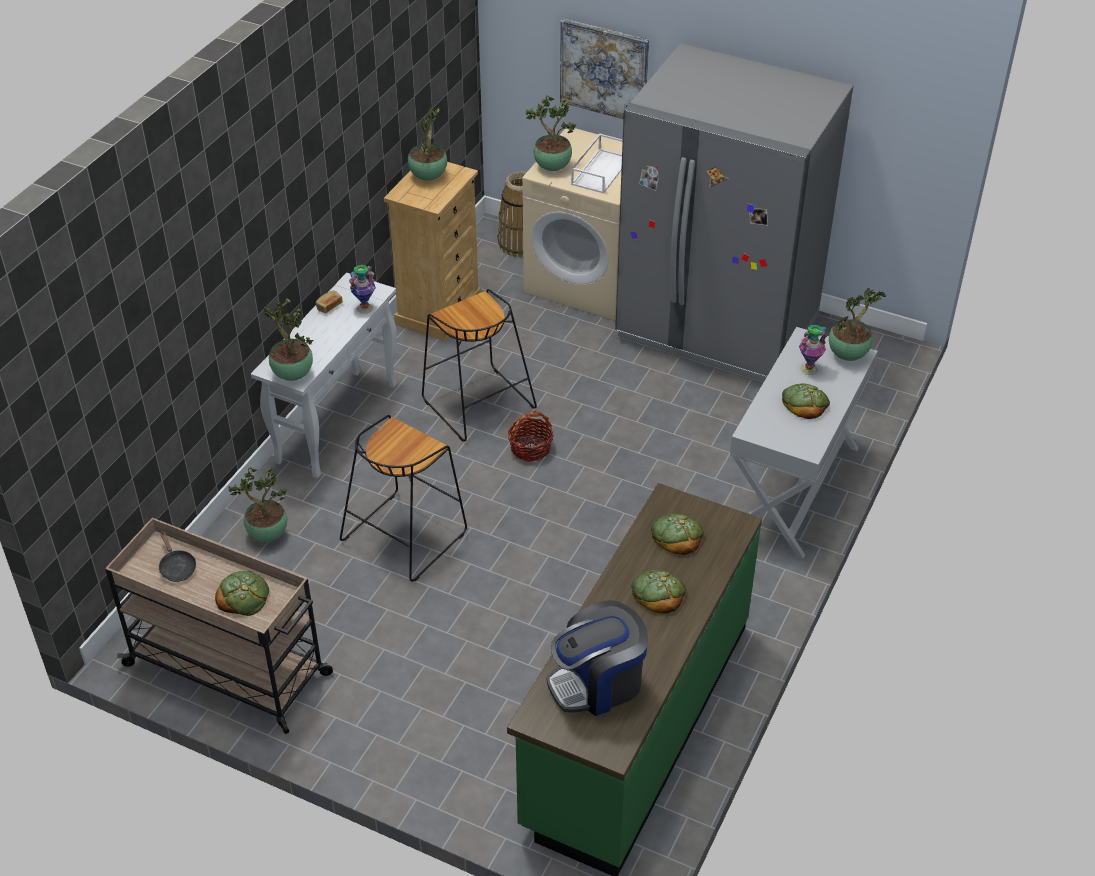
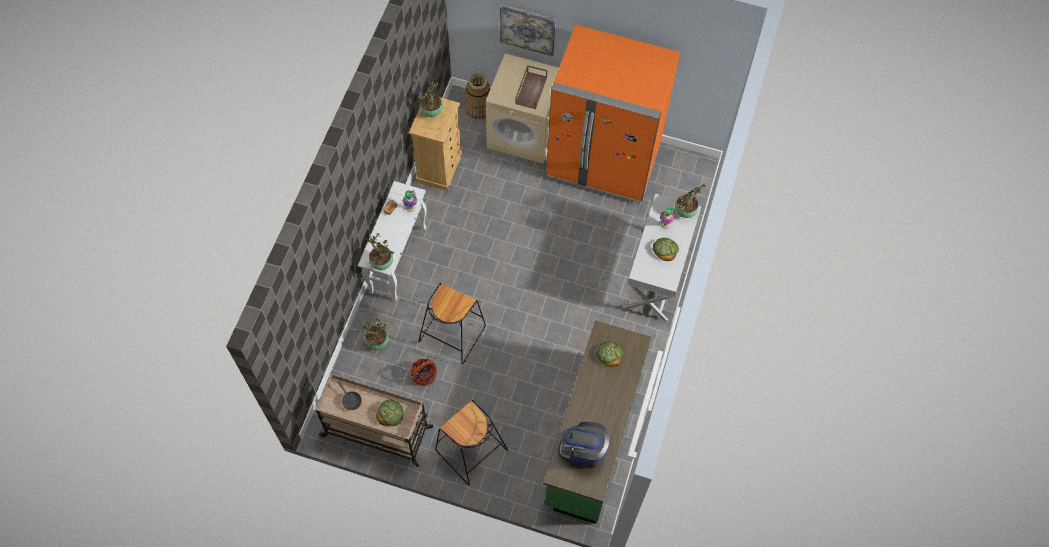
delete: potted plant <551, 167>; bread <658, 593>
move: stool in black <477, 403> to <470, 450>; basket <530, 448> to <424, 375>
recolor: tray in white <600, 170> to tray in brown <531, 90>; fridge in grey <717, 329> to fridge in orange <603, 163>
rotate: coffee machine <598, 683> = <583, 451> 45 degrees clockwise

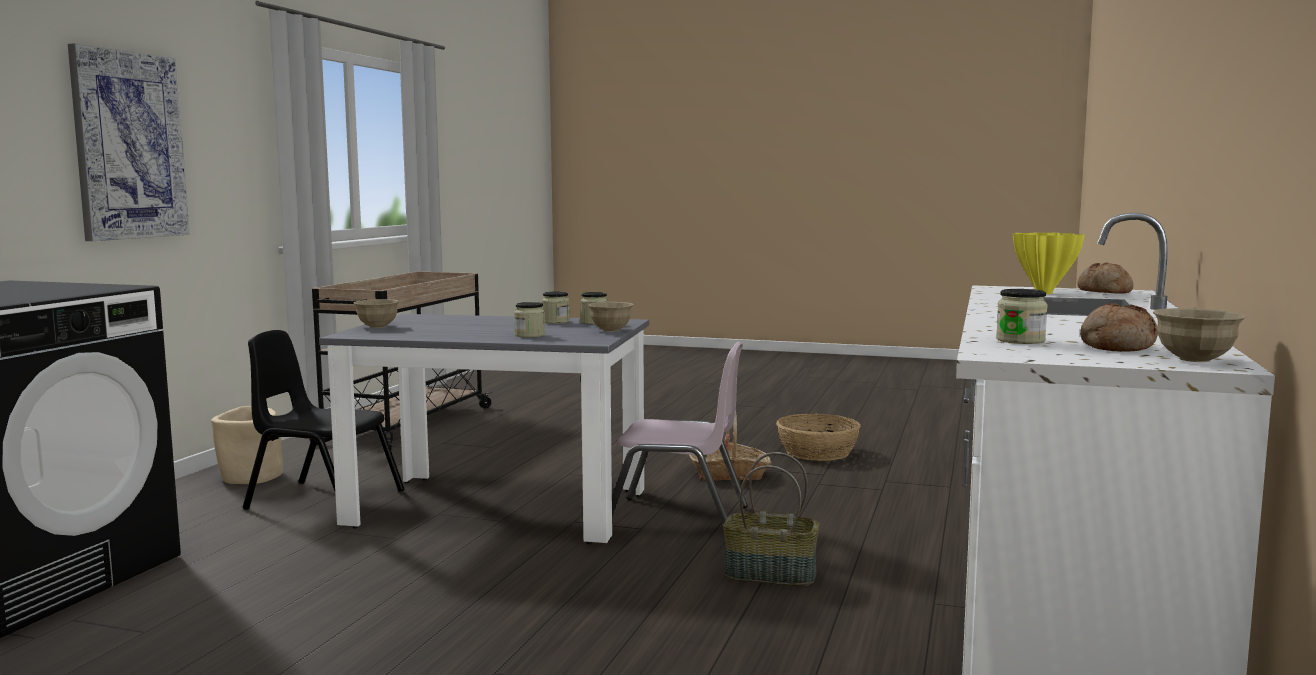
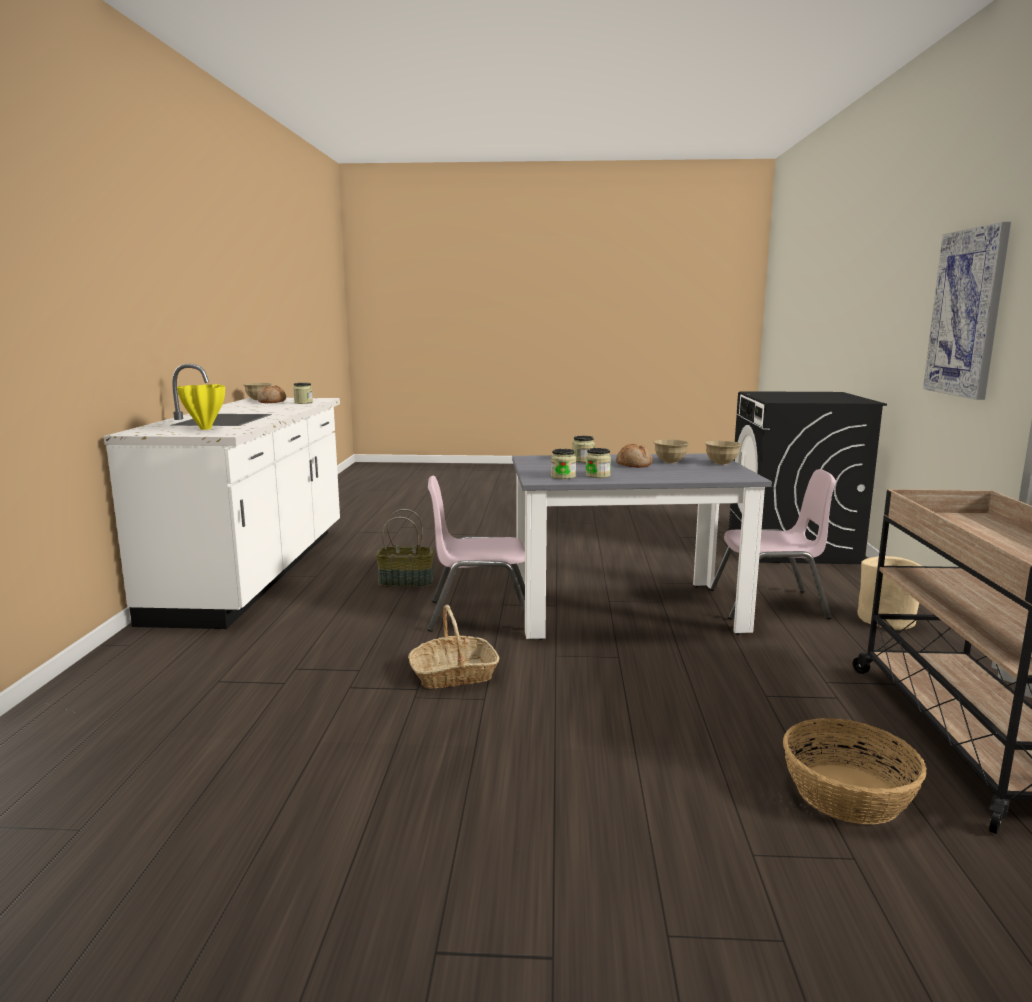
move: bowl in beige <611, 330> to <670, 462>; basket <817, 452> to <848, 794>; bread <1104, 291> to <634, 464>
recolor: chair in black <324, 500> to chair in pink <768, 604>

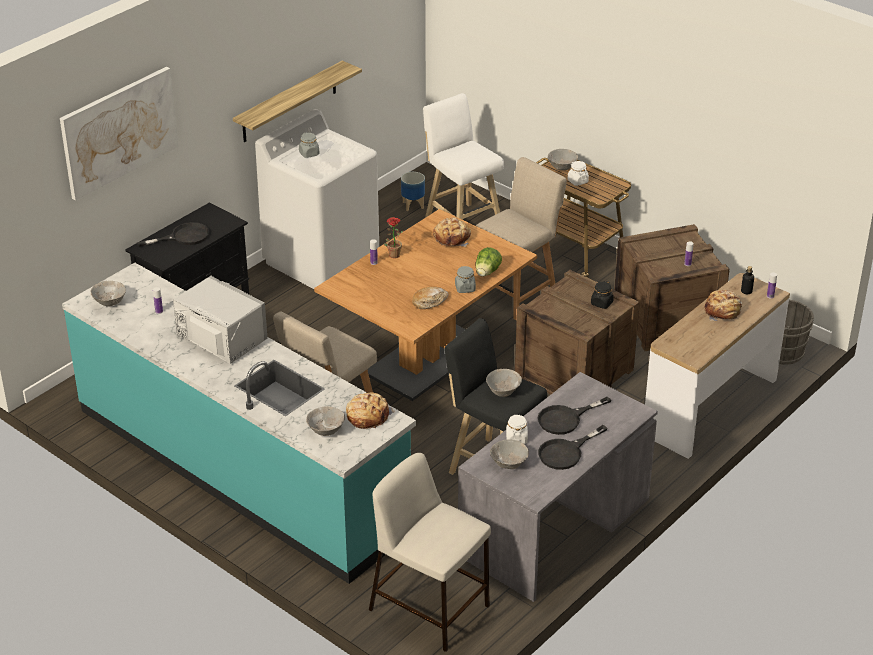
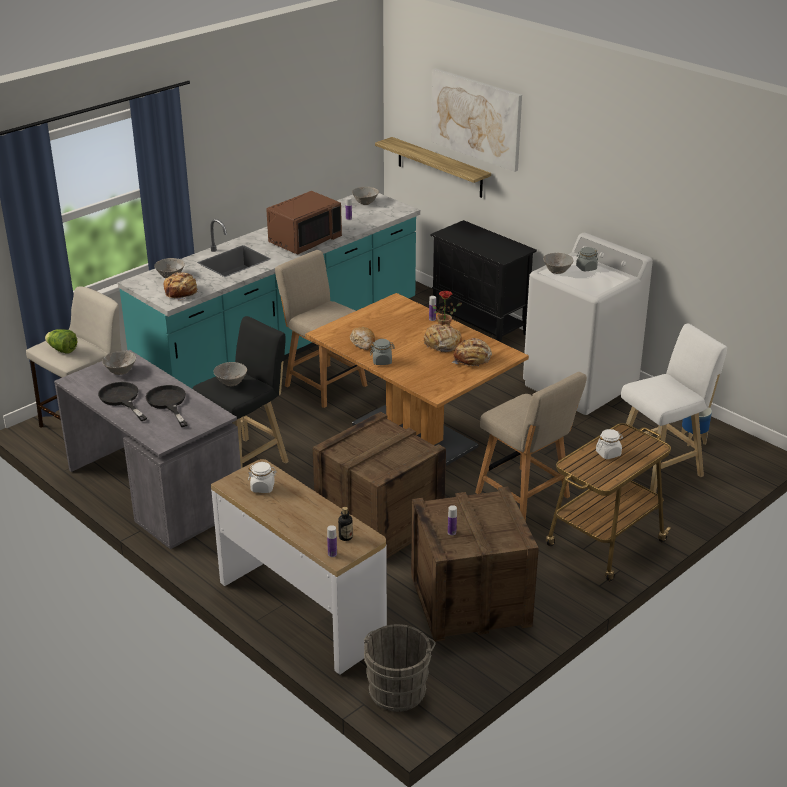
delete: frying pan in black <183, 237>; jar in black <601, 303>
move: shelf <289, 102> to <439, 167>; lettuce <487, 272> to <62, 350>; jar in white <516, 438> to <263, 487>; bowl in grey <562, 167> to <557, 271>; bread <723, 311> to <441, 344>
recolor: microwave in grey <220, 339> to microwave in brown <304, 240>

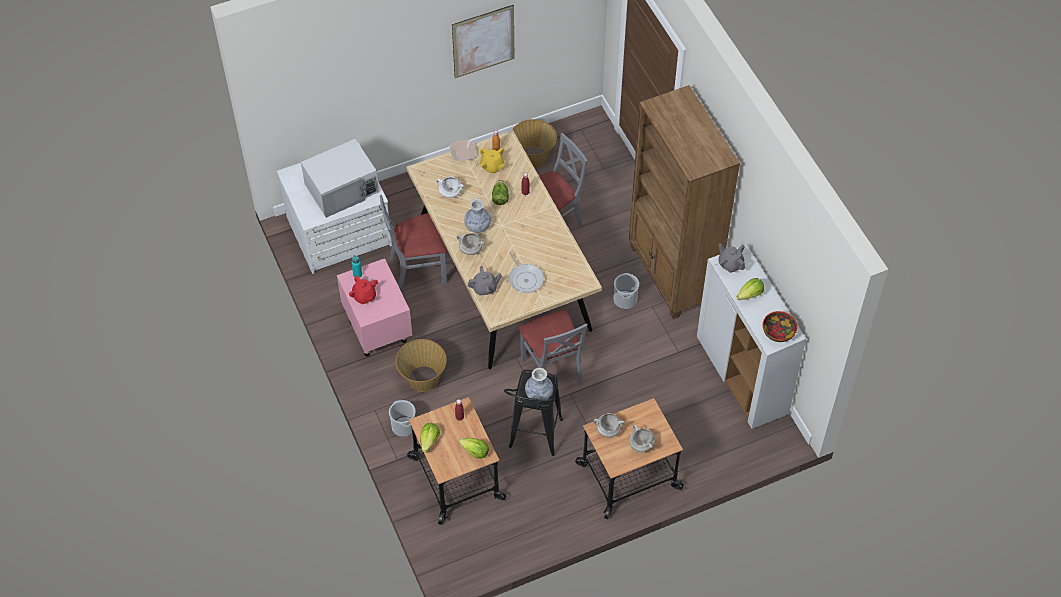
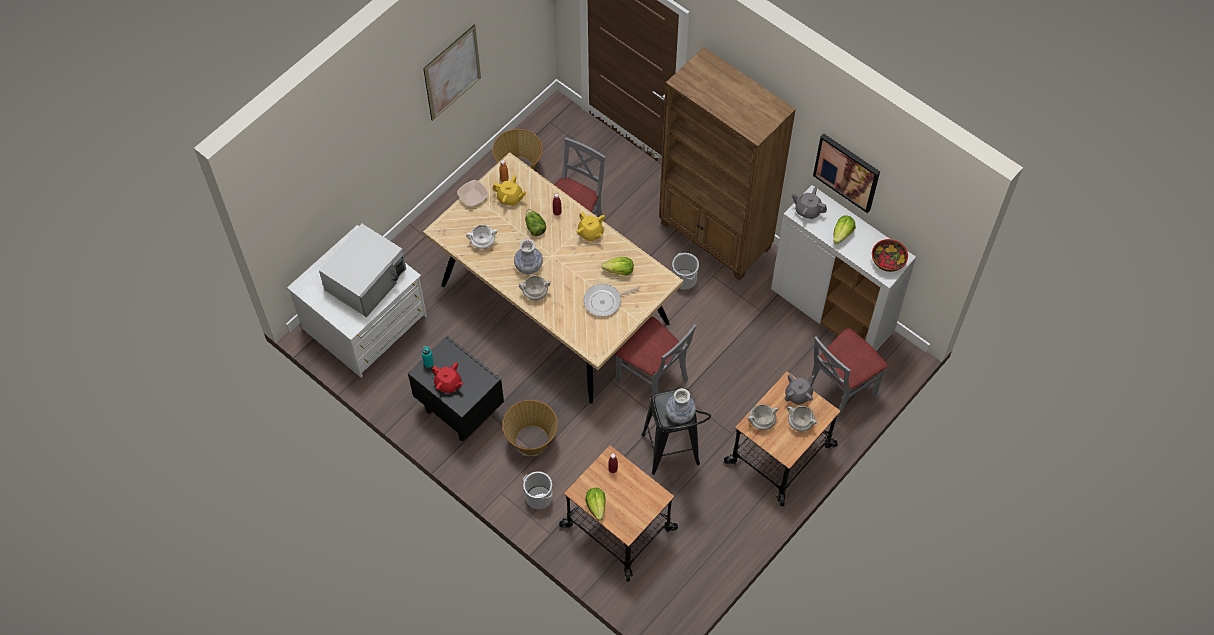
insert: teapot in yellow <590, 233>; picture <847, 172>
move: chair in grey <418, 269> to <839, 391>; lettuce <475, 452> to <619, 271>; teapot in grey <485, 288> to <798, 394>
recolor: nightstand in pink <377, 330> to nightstand in black <459, 409>
rotate: frying pan <525, 278> = <605, 301> 120 degrees clockwise

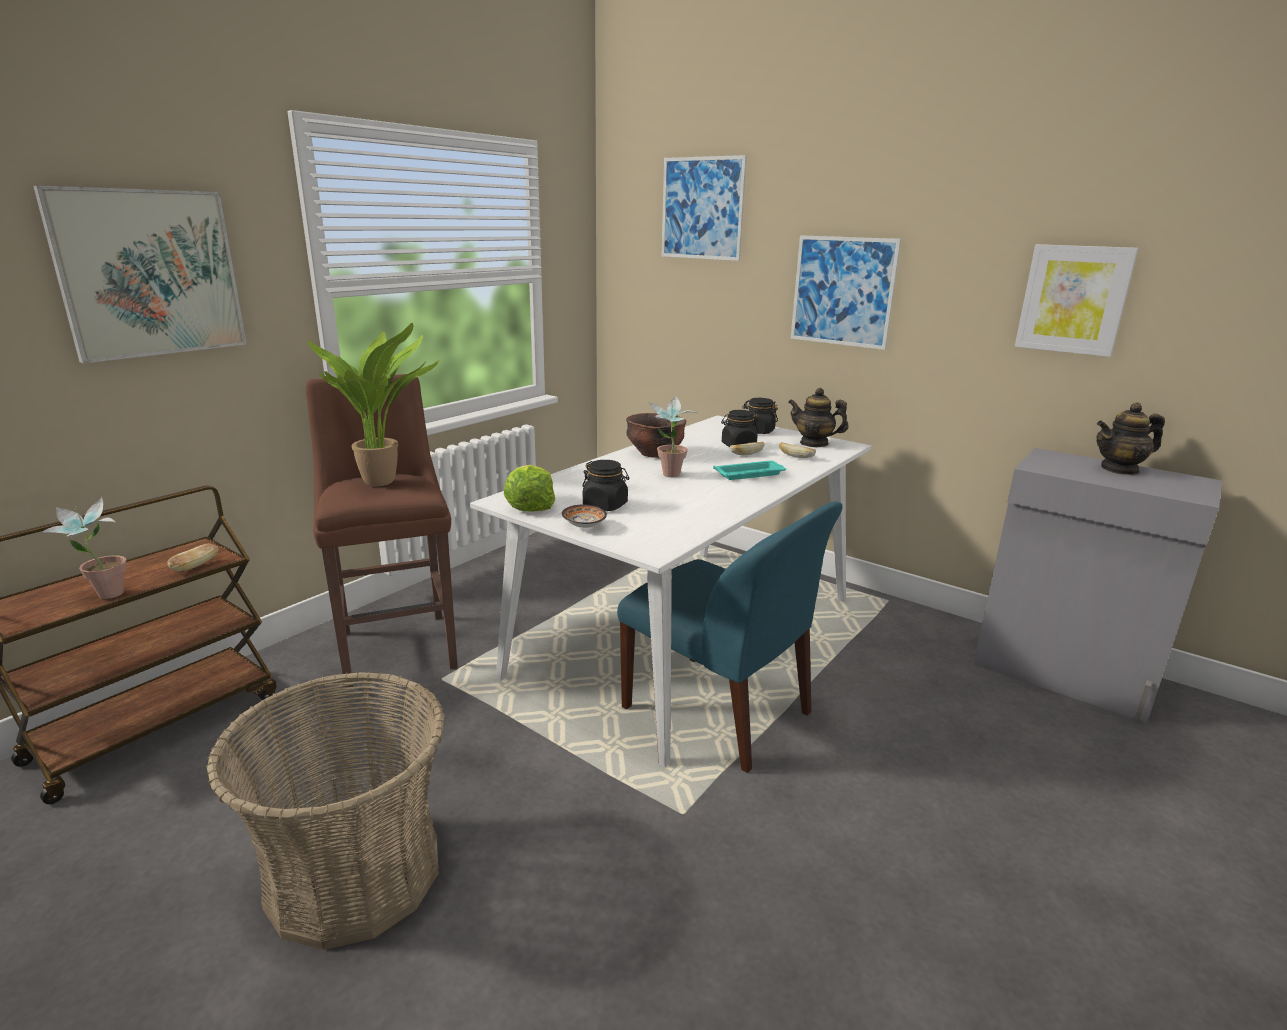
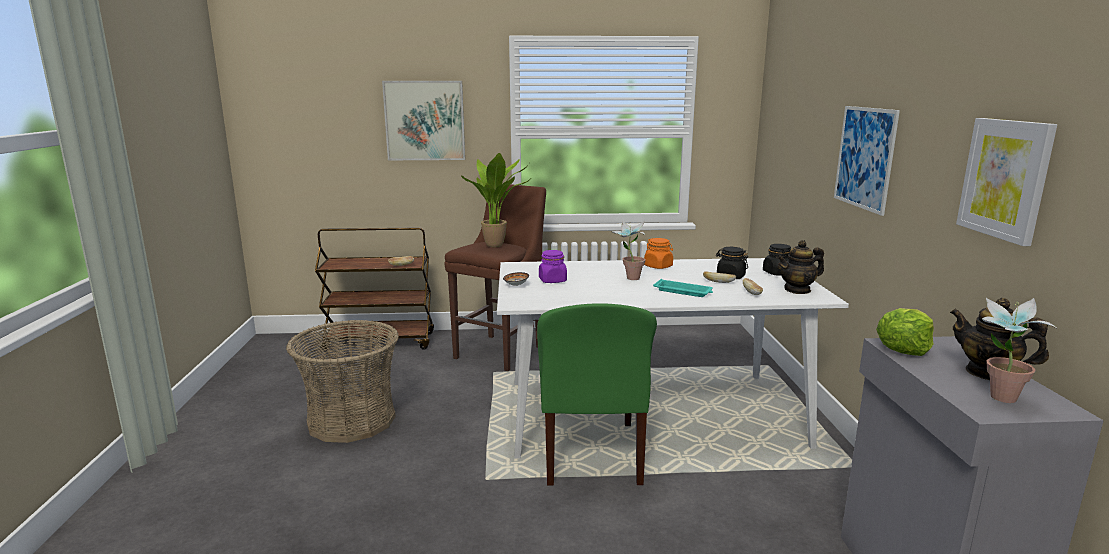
delete: picture <702, 208>
move: potted plant <103, 597> to <997, 399>; lettuce <530, 505> to <904, 348>
replace: bowl in brown <654, 453> to jar in orange <658, 266>
recolor: jar in black <605, 505> to jar in purple <552, 280>; chair in blue <720, 712> to chair in green <591, 454>
rotate: teapot <814, 443> = <797, 290> 90 degrees counterclockwise

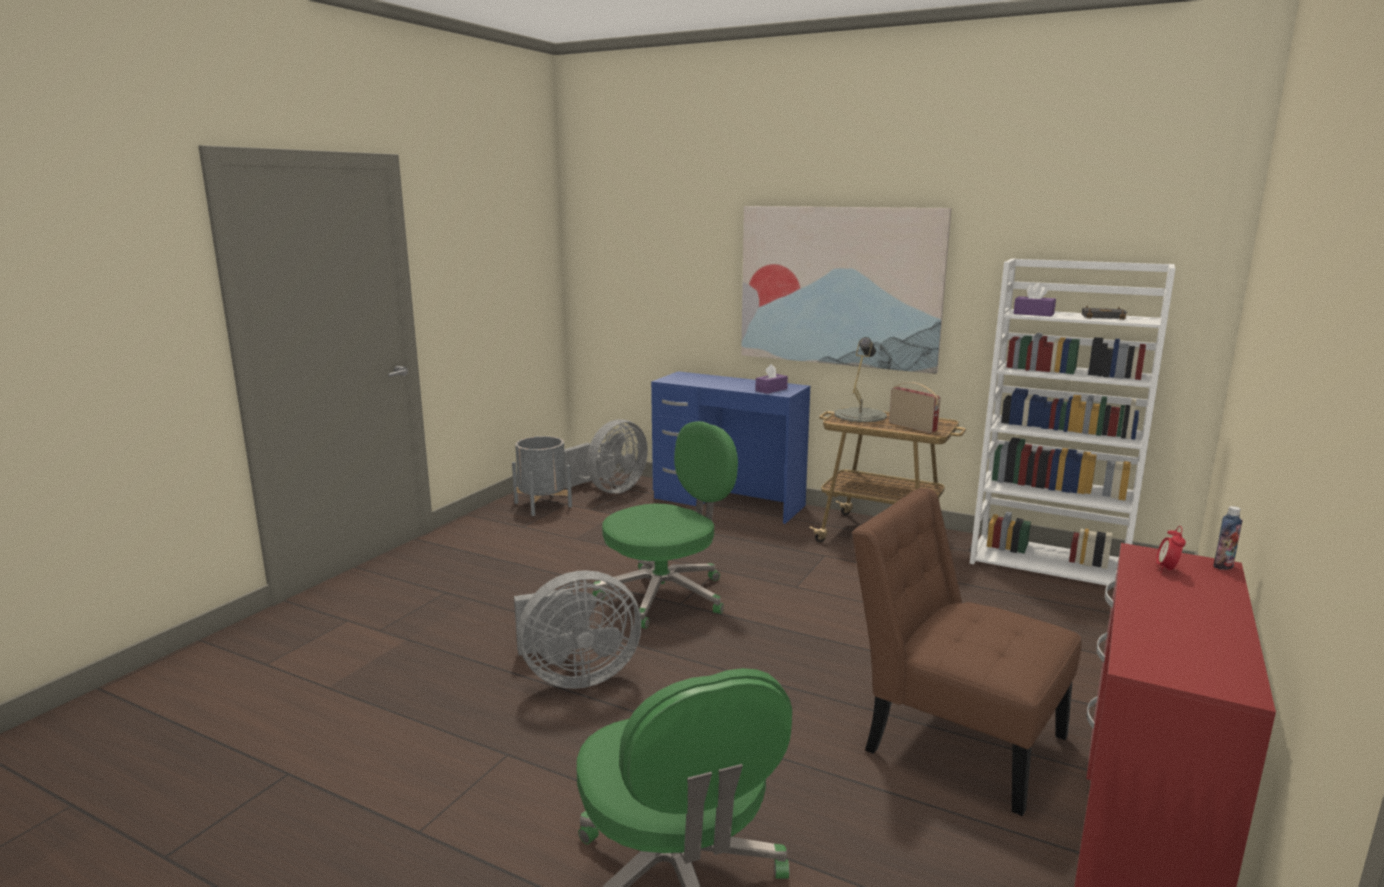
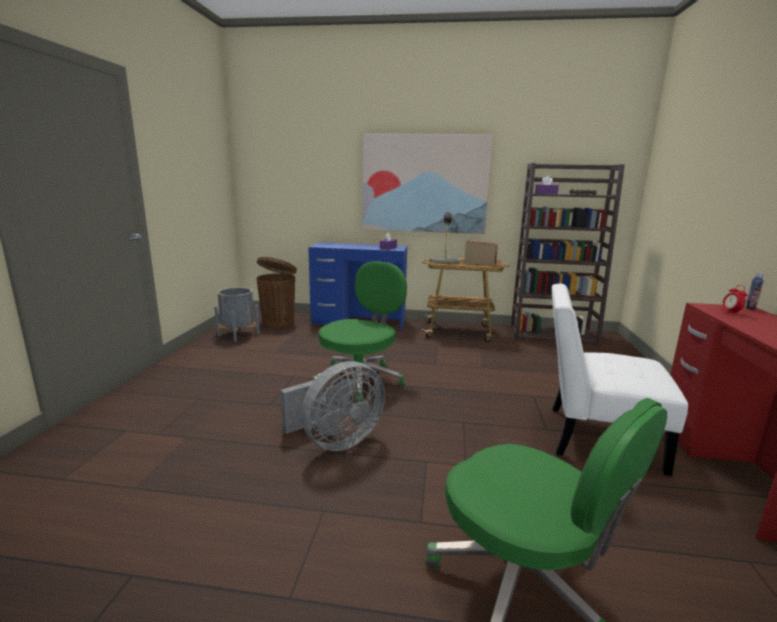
replace: fan in grey <609, 490> to trash can in brown <279, 322>
recolor: chair in brown <955, 738> to chair in white <595, 437>; bookcase in white <1050, 563> to bookcase in brown <553, 335>

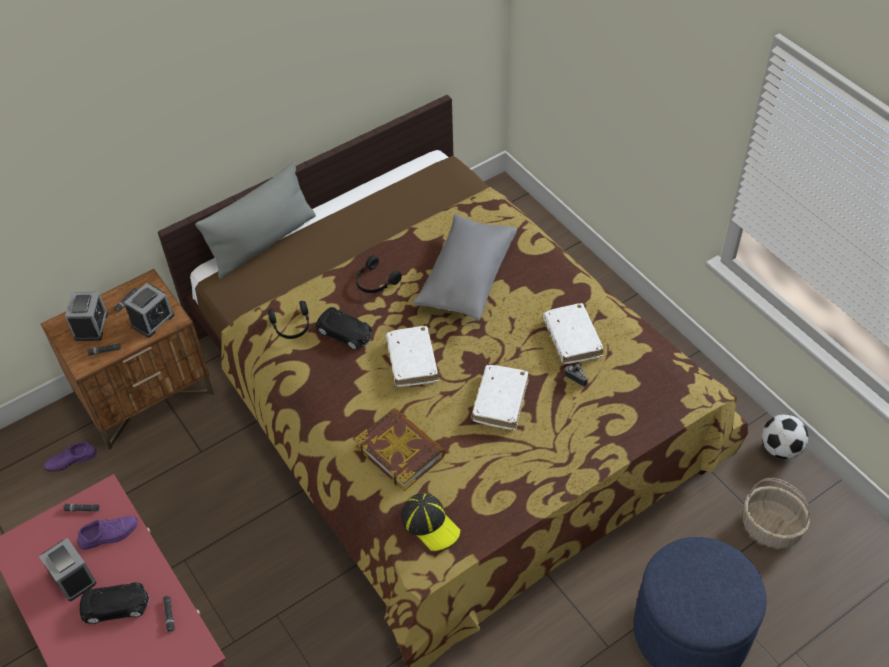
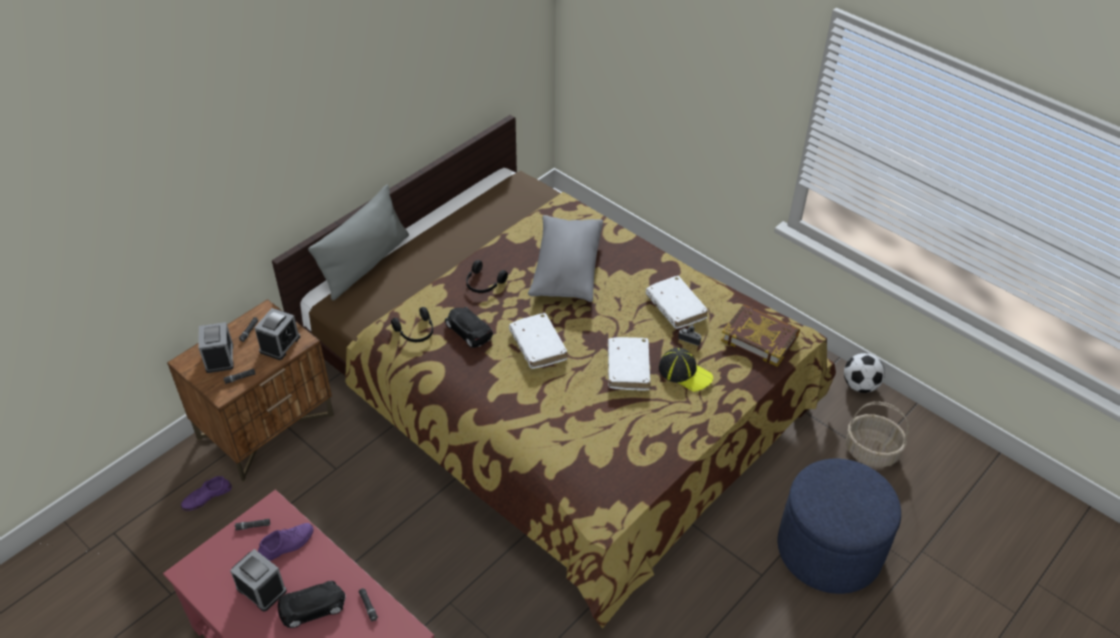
move: book <400, 451> to <759, 338>; cap <430, 524> to <685, 373>
rotate: toy car in black <345, 333> = <468, 331> 150 degrees counterclockwise

